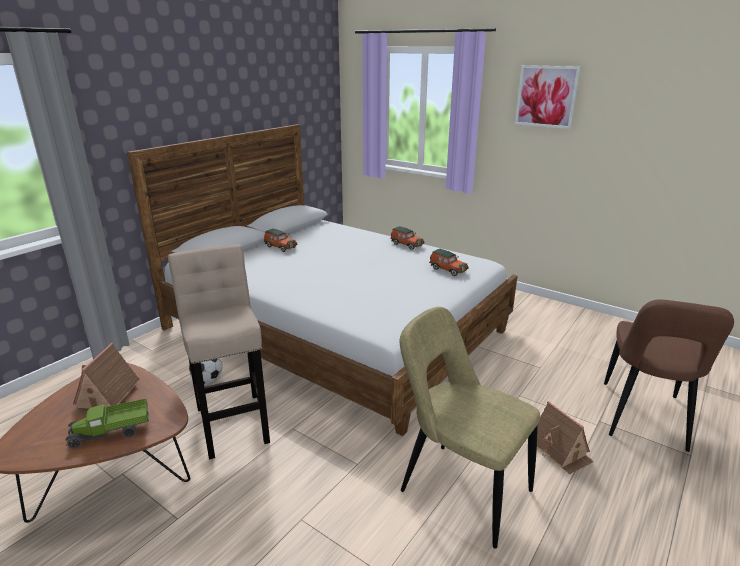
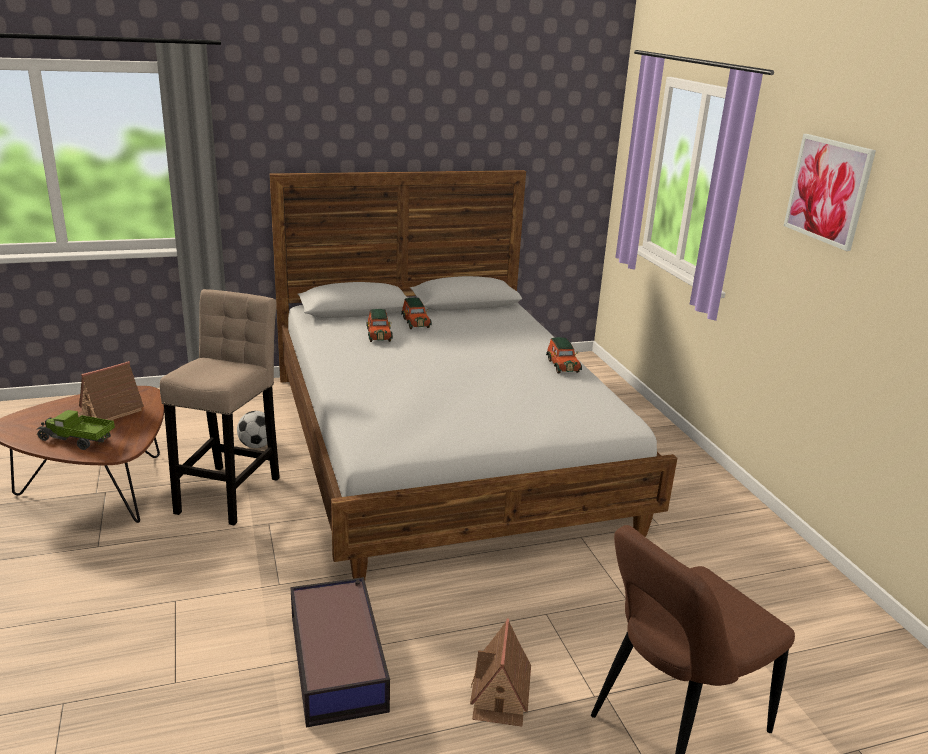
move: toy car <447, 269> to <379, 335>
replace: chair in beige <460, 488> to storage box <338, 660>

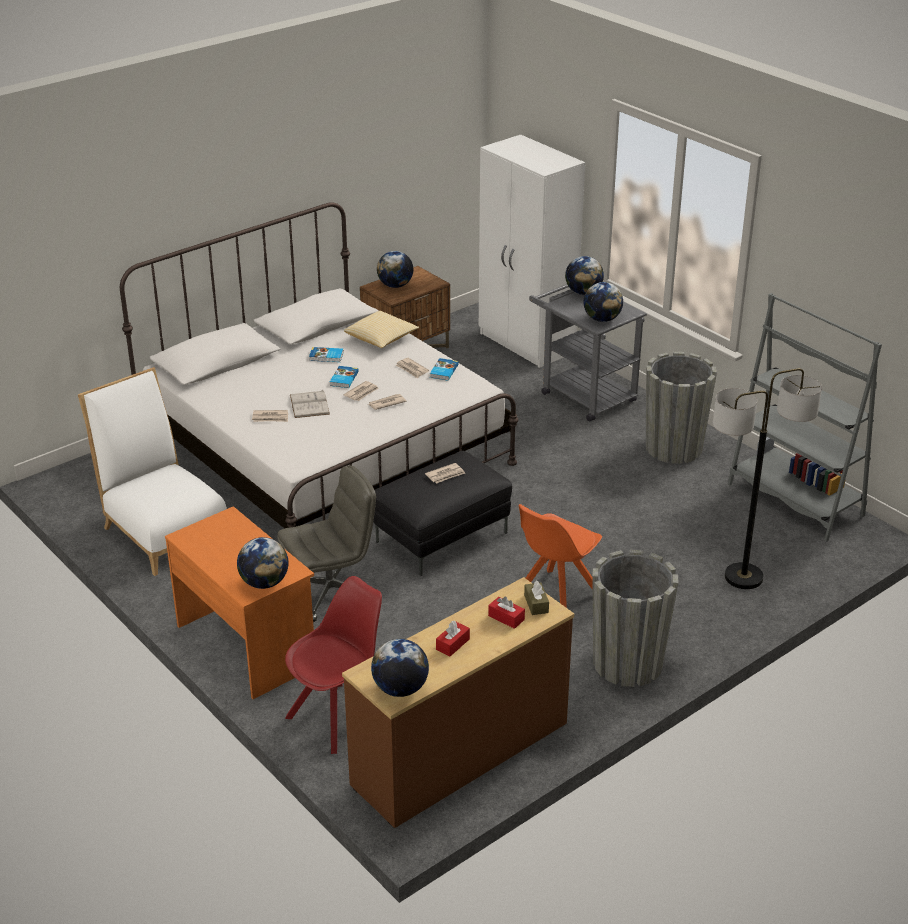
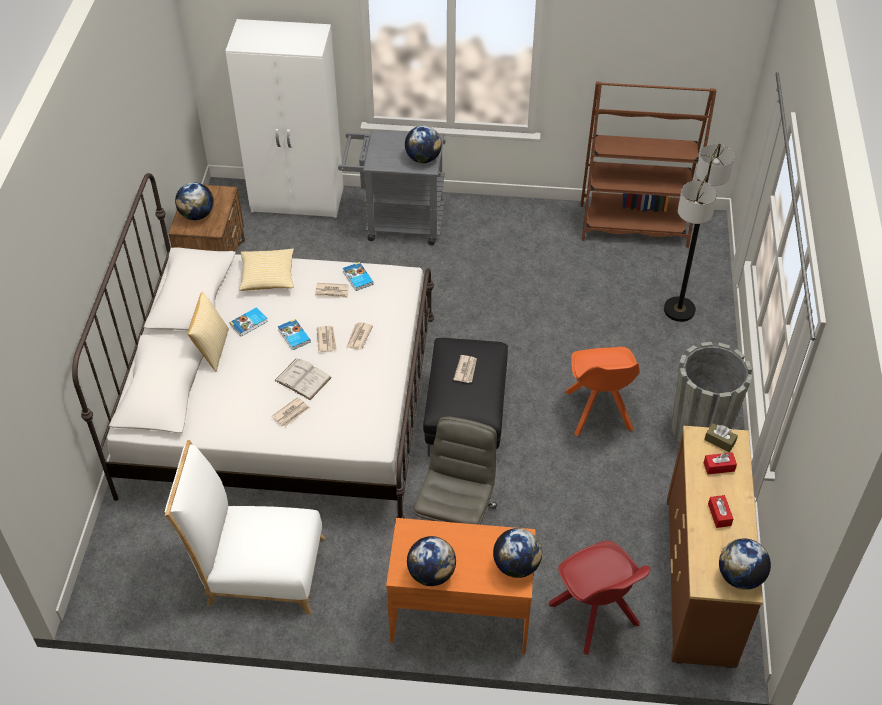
delete: planter in grey <673, 448>
insert: pillow <212, 349>
move: globe <583, 292> to <431, 573>
recolor: bookcase in grey <795, 500> to bookcase in brown <633, 226>
rotate: chair in red <339, 716> = <595, 616> 150 degrees clockwise

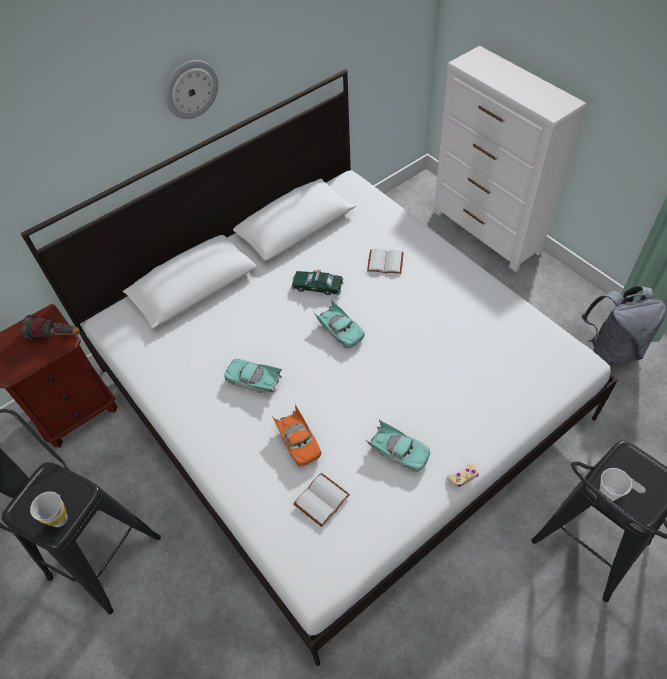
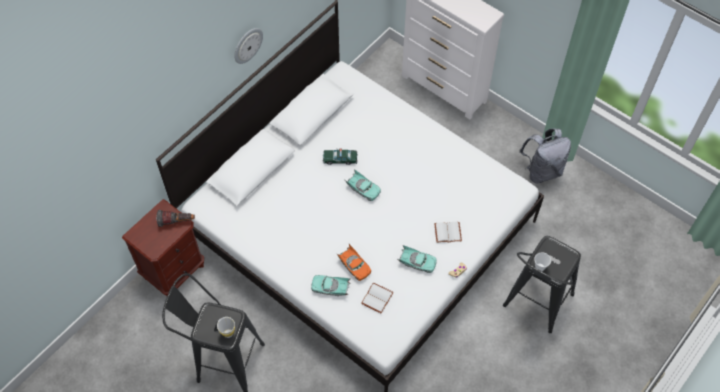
move: toy car in turquoise <253, 380> to <330, 288>; book in white <386, 262> to <448, 232>

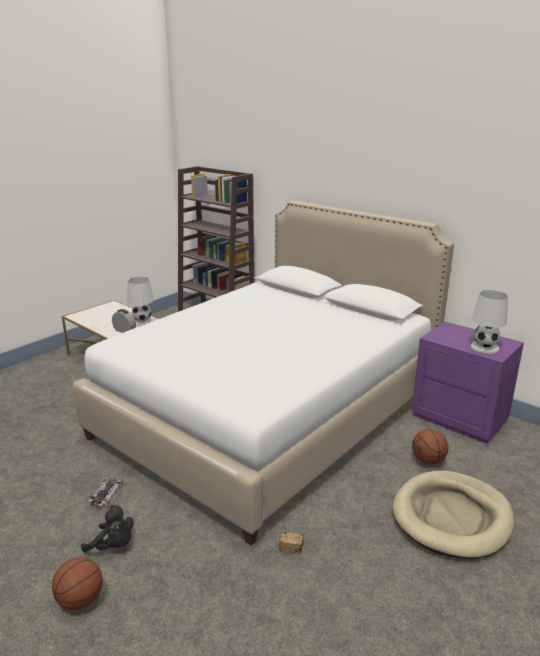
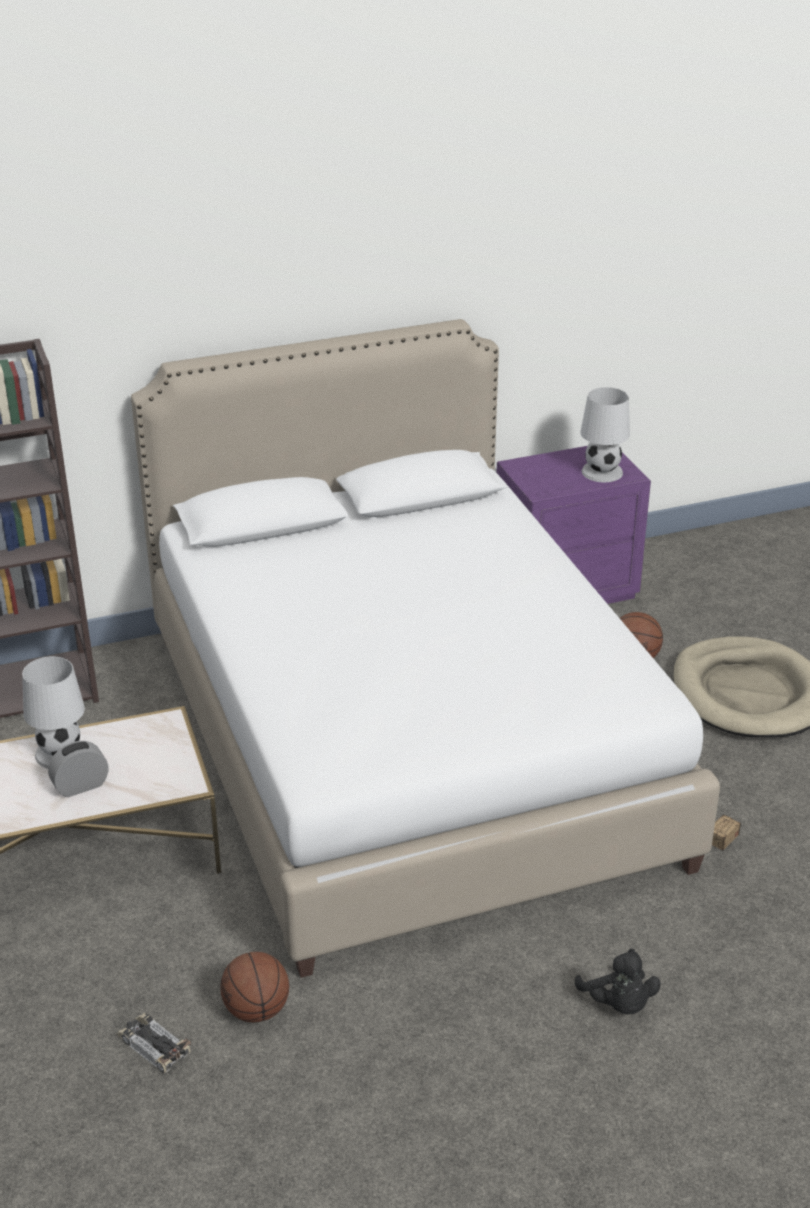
move: basketball <80, 600> to <257, 1010>; toy car <107, 494> to <153, 1045>
rotate: plush toy in black <113, 546> = <618, 1004> 105 degrees clockwise

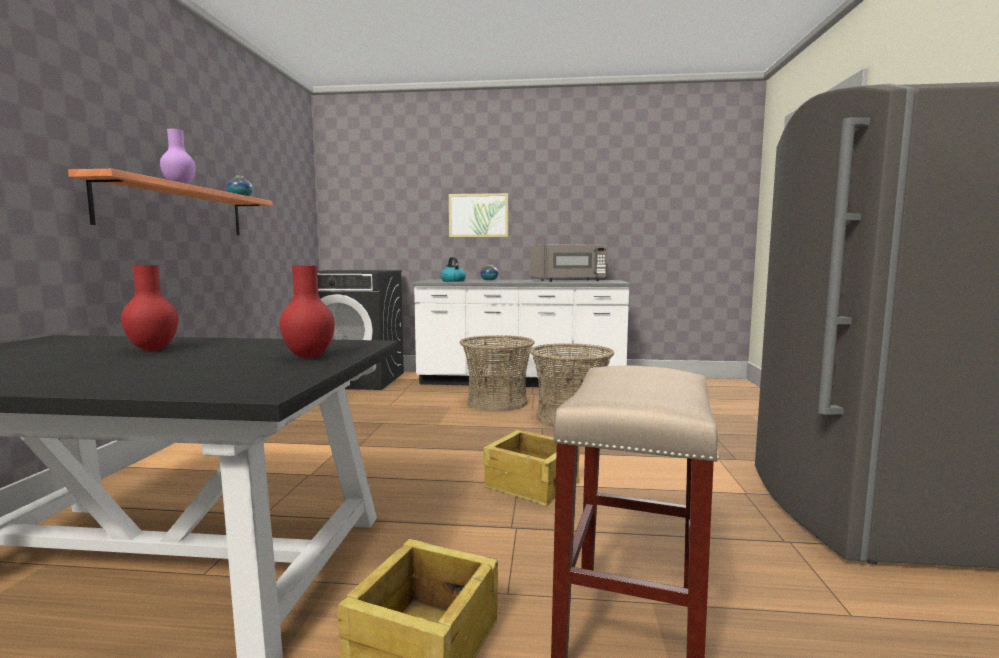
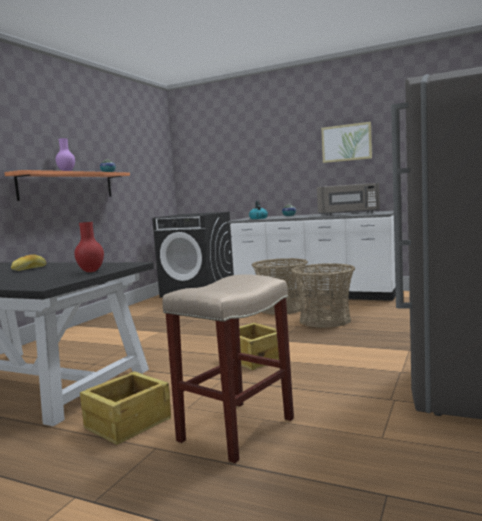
move: picture <478, 215> to <346, 143>
replace: vase in red <153, 349> to bread <29, 269>

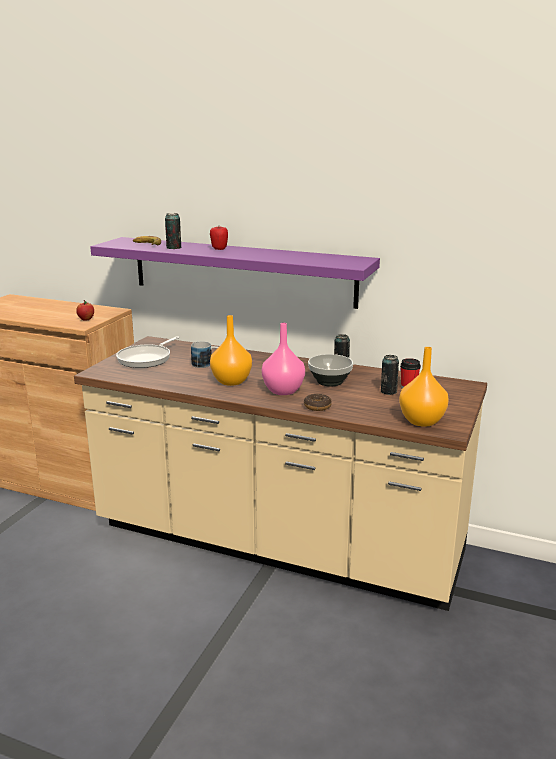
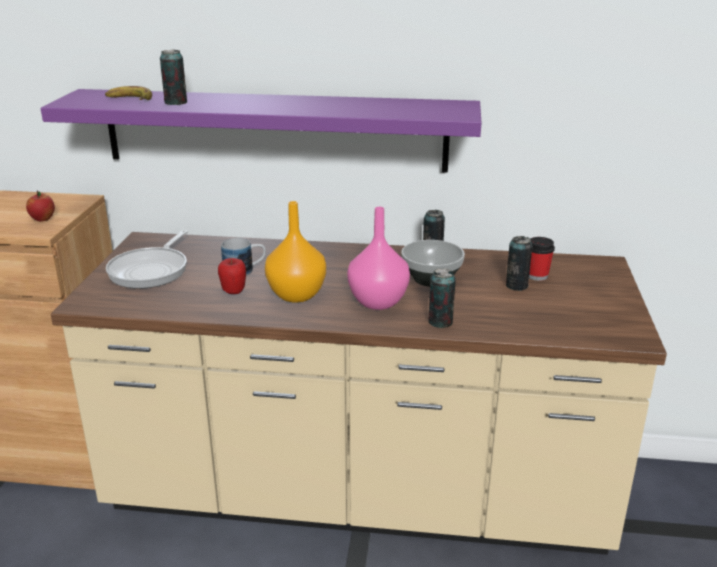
delete: vase in orange <421, 421>
move: apple <219, 249> to <233, 291>
replace: donut <317, 406> to can <440, 322>

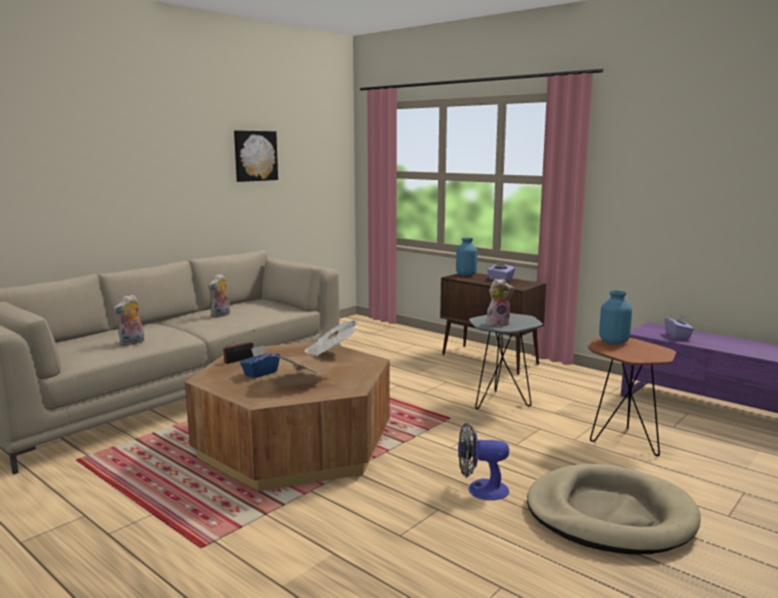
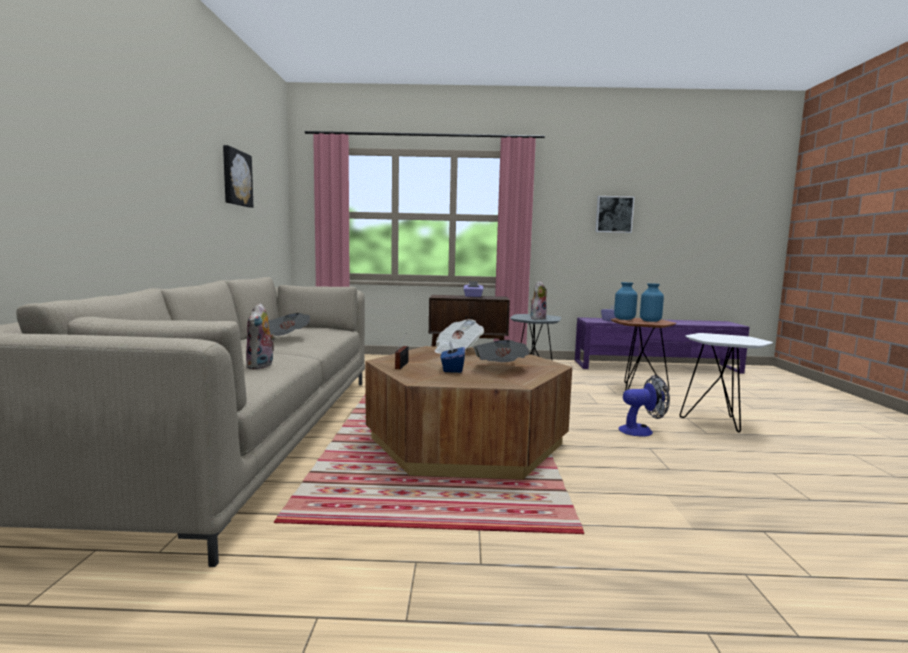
insert: picture <614, 214>
move: vase in blue <466, 275> to <650, 321>
replace: plush toy <221, 315> to newspaper <285, 339>; dog bed in beige <609, 515> to side table in white <719, 422>
rotate: fan <480, 490> = <641, 430> 150 degrees counterclockwise

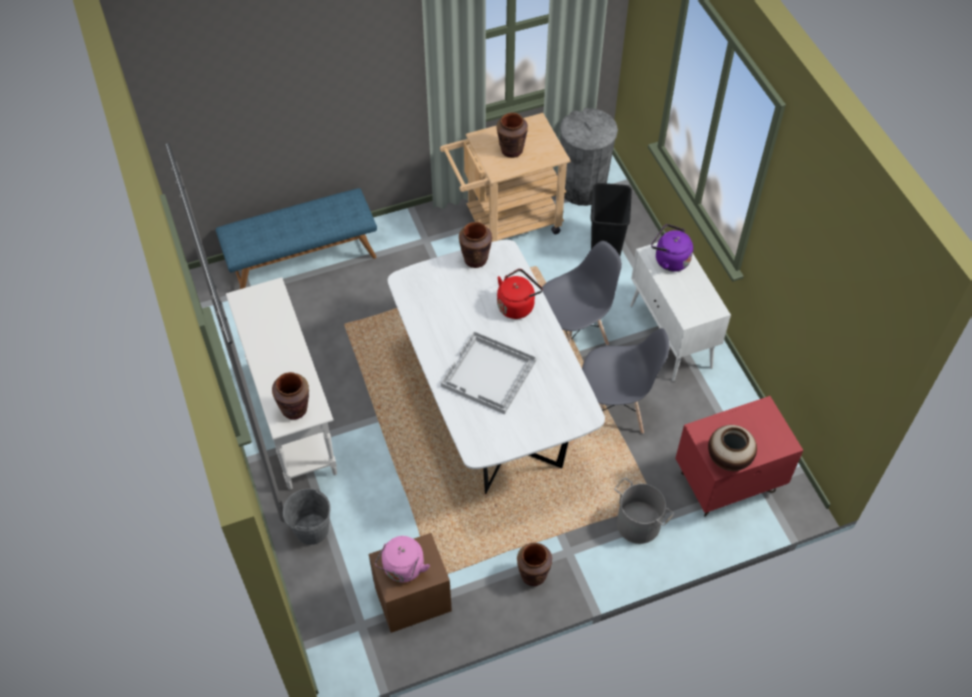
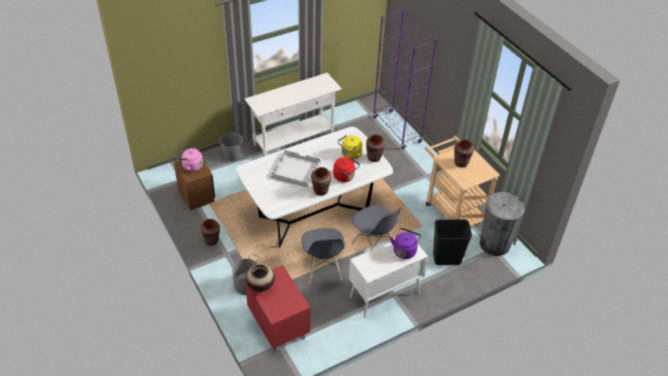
insert: kettle in yellow <350, 155>
move: vase in brown <295, 409> to <320, 191>
replace: bench in blue <302, 259> to bookcase in purple <397, 130>

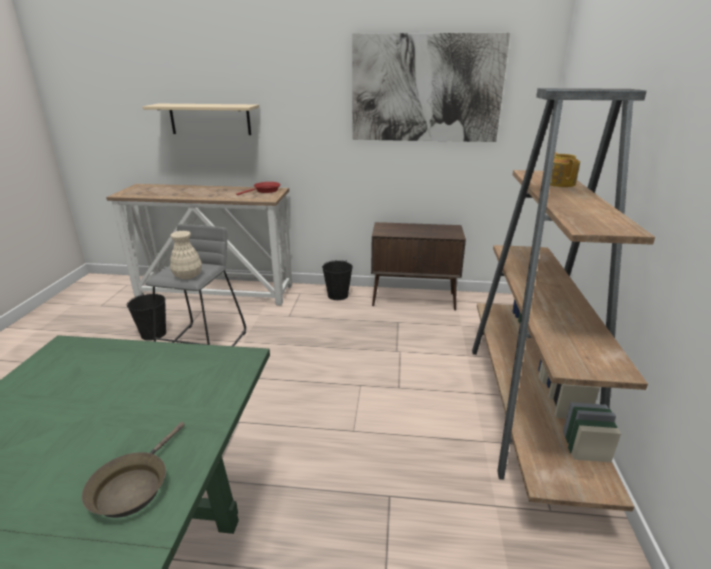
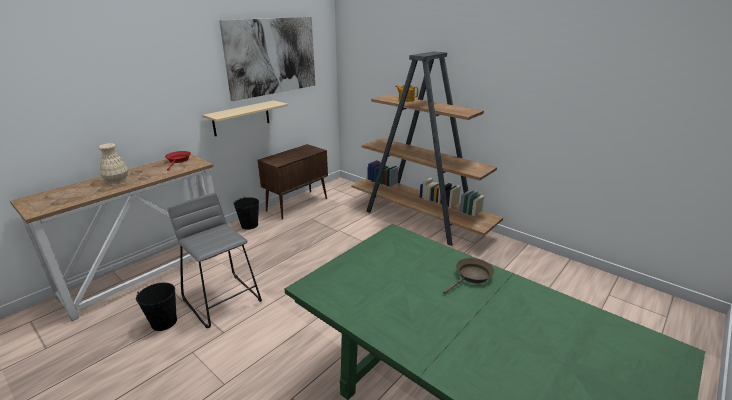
move: shelf in beige <210, 119> to <241, 118>; vase in beige <187, 276> to <117, 180>
rotate: frying pan in brown <133, 486> = <471, 276> 90 degrees counterclockwise

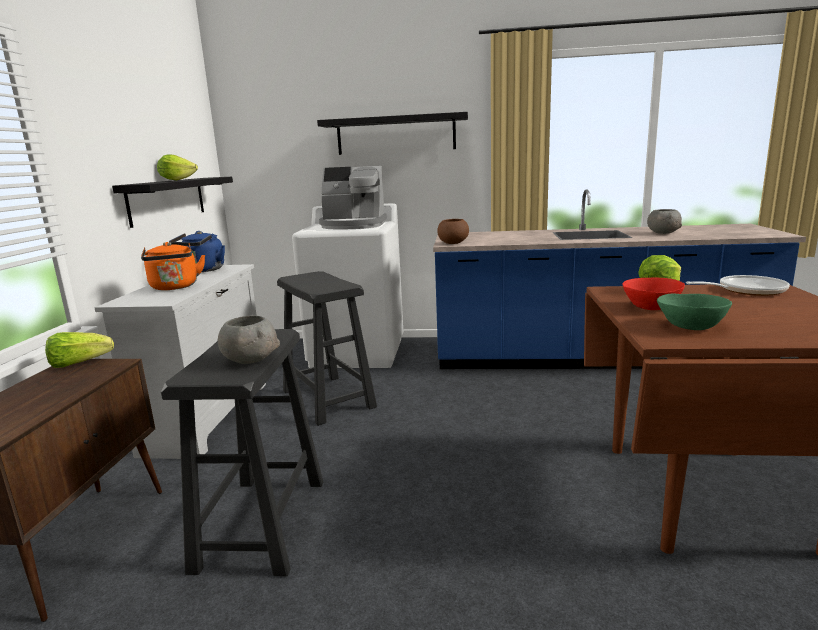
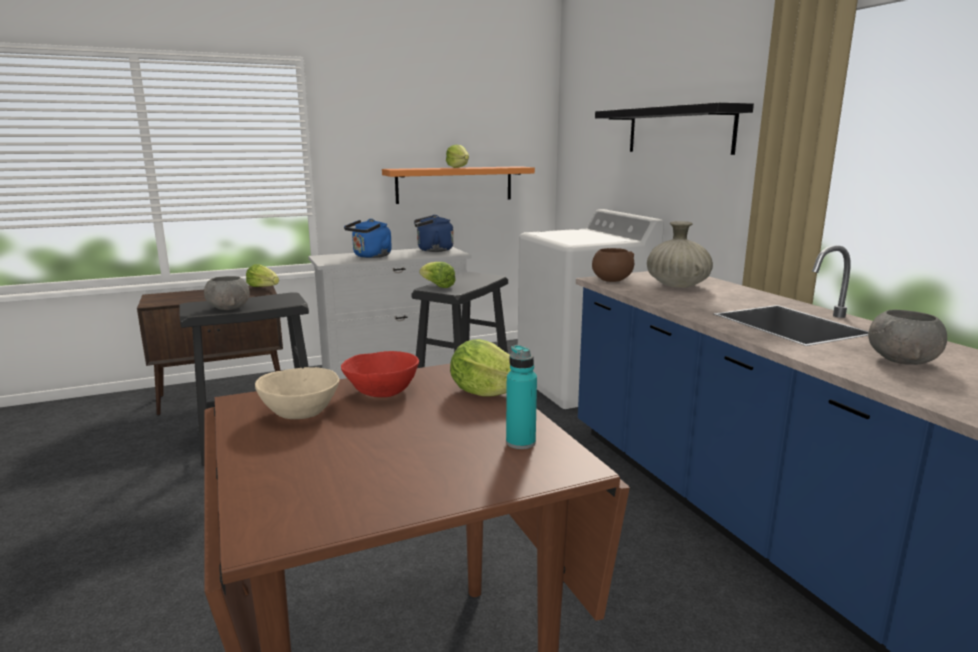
delete: coffee machine <353, 225>
insert: lettuce <437, 286>; vase in beige <677, 286>
replace: frying pan <746, 290> to bottle in turquoise <520, 442>
recolor: shelf in black <167, 200> to shelf in orange <454, 184>; kettle in orange <175, 287> to kettle in blue <370, 256>; bowl in green <691, 326> to bowl in beige <301, 412>

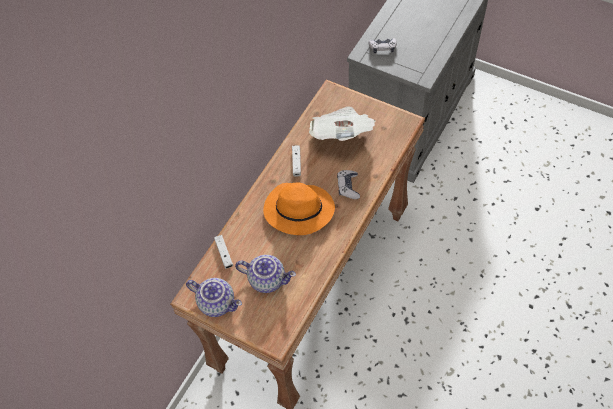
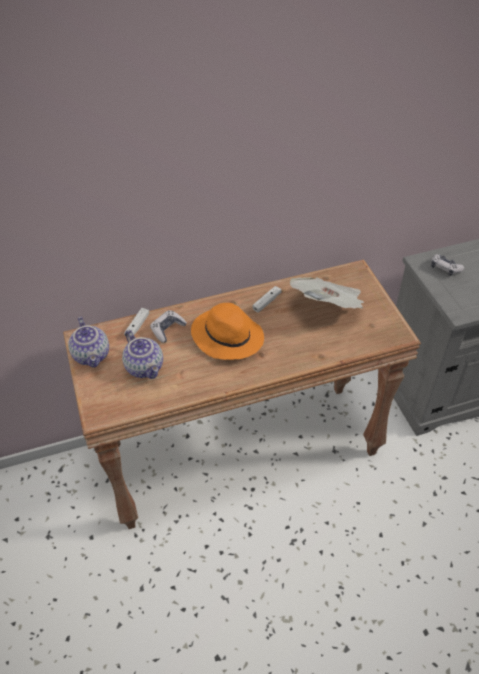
move: game controller <348, 187> to <167, 329>

